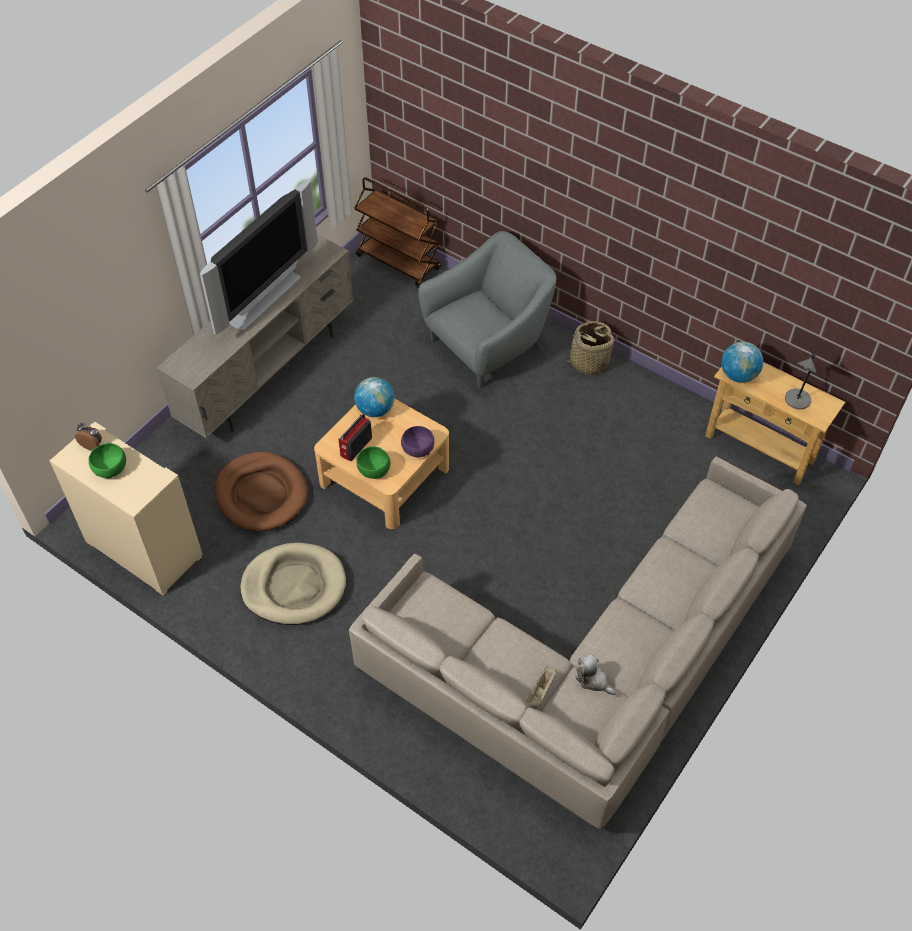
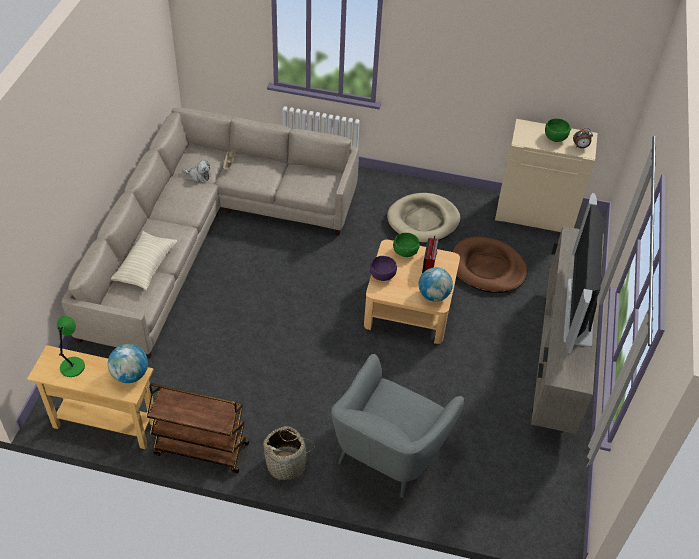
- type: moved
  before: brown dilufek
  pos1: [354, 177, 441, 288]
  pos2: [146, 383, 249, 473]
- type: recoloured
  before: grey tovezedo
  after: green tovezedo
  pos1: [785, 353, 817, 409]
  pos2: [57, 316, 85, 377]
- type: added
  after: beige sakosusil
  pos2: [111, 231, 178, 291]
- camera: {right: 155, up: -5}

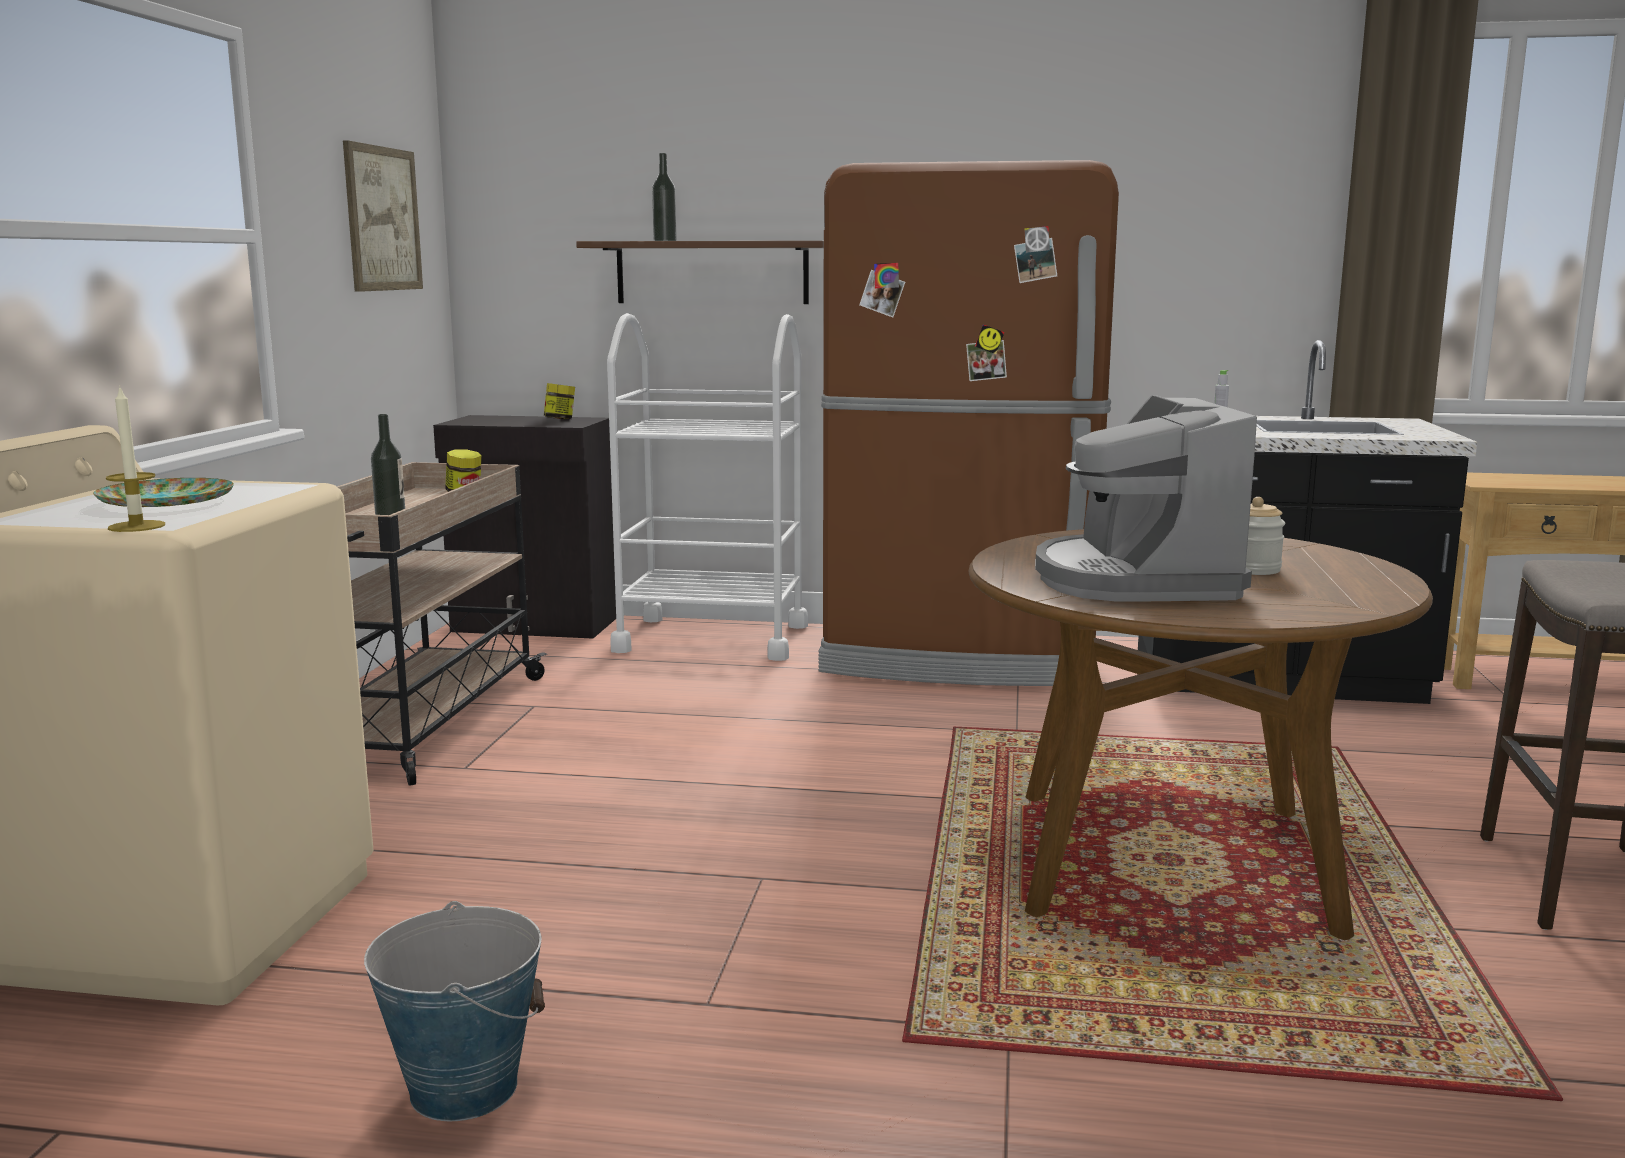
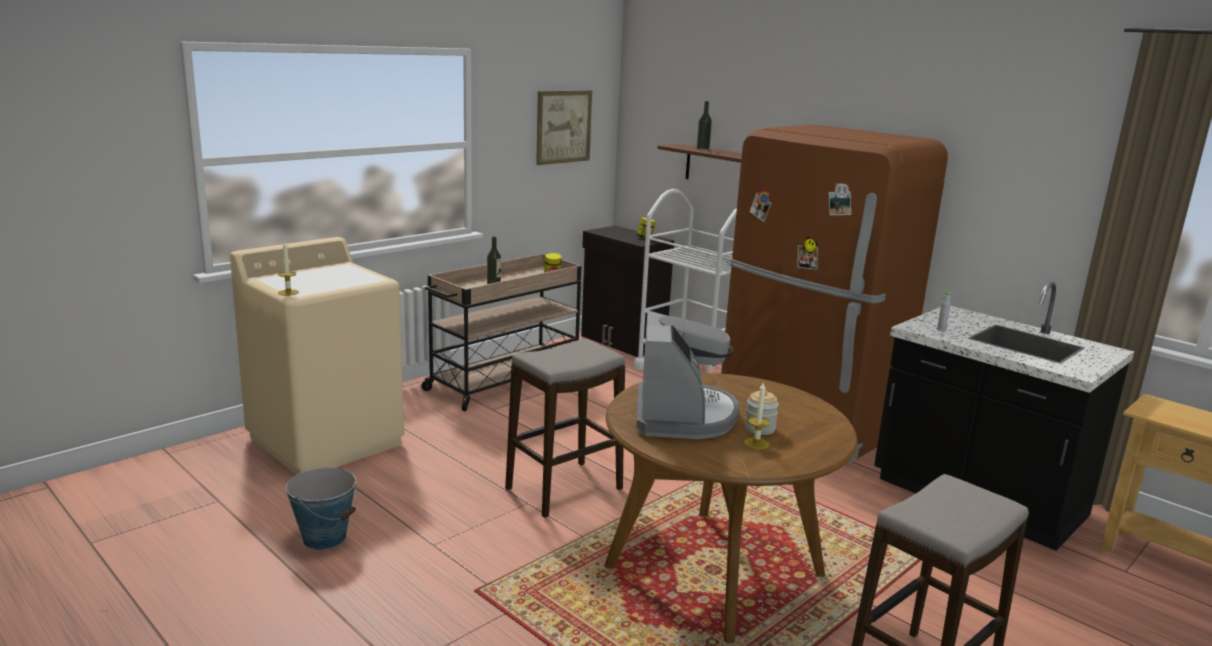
- type: removed
  before: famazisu
  pos1: [93, 478, 234, 507]
- type: turned
  before: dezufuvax
  pos1: [1035, 395, 1257, 602]
  pos2: [636, 310, 740, 439]
  turn: 150
- type: added
  after: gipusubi
  pos2: [505, 339, 625, 518]
- type: added
  after: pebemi
  pos2: [744, 381, 770, 449]
- camera: {right: 35, up: 5}

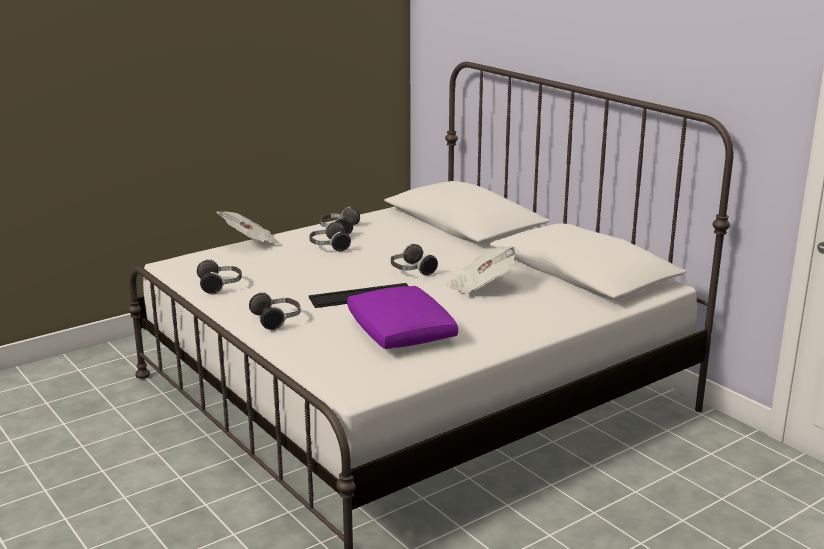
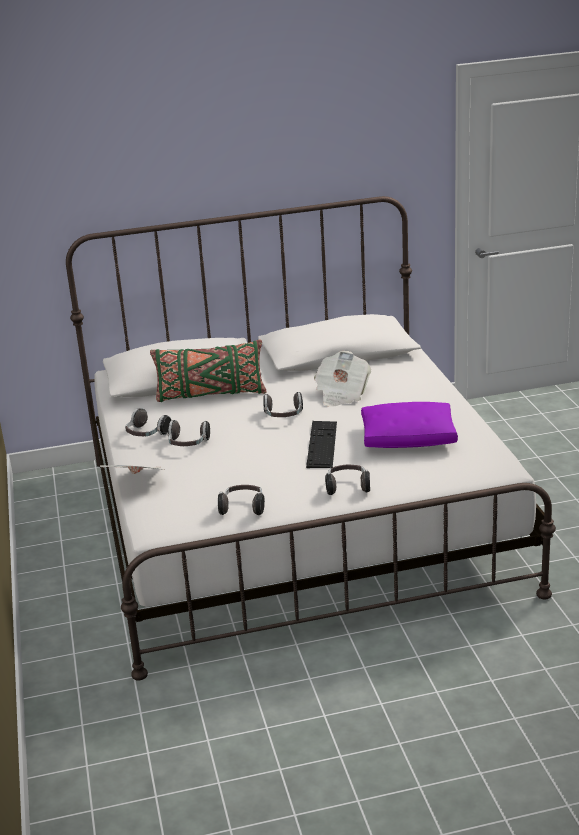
- type: added
  after: green sakosusil
  pos2: [150, 339, 267, 402]
- camera: {right: -65, up: 5}

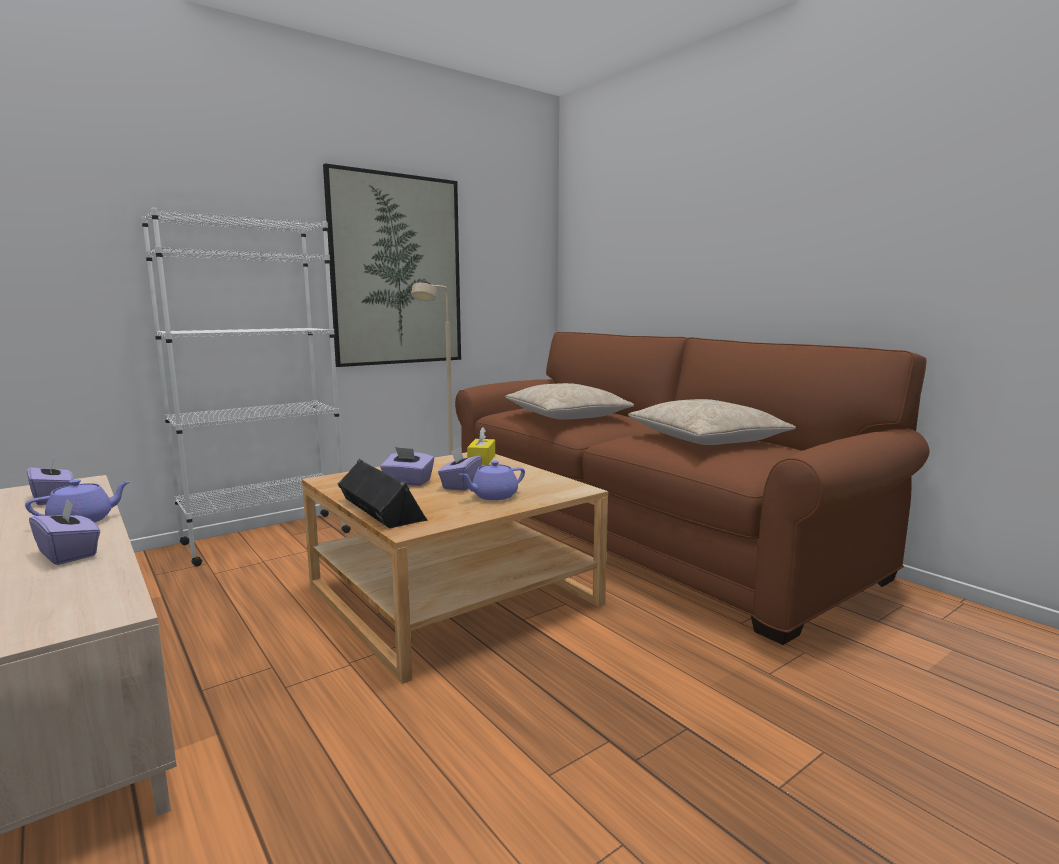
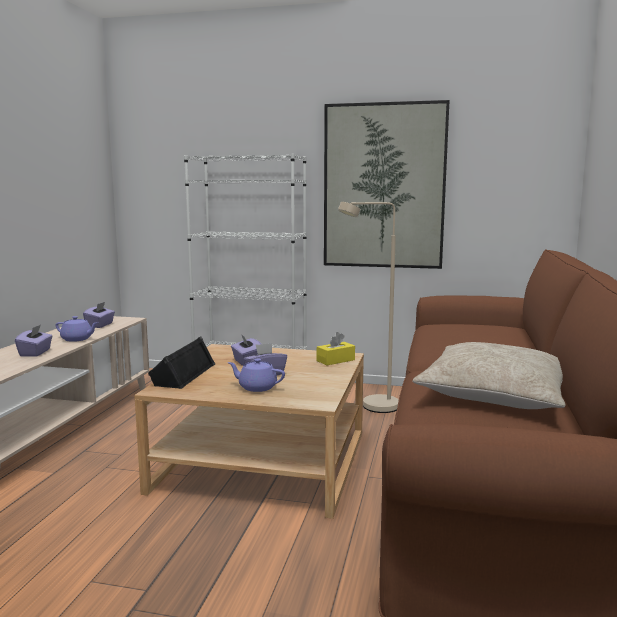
- type: removed
  before: beige sakosusil
  pos1: [505, 383, 634, 420]
- camera: {right: 50, up: 0}

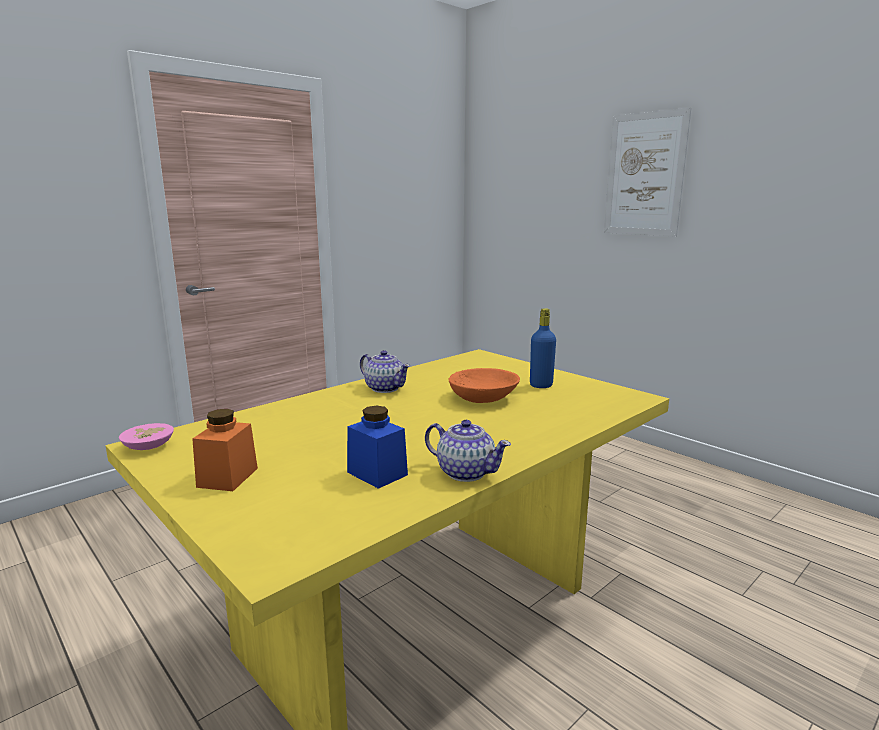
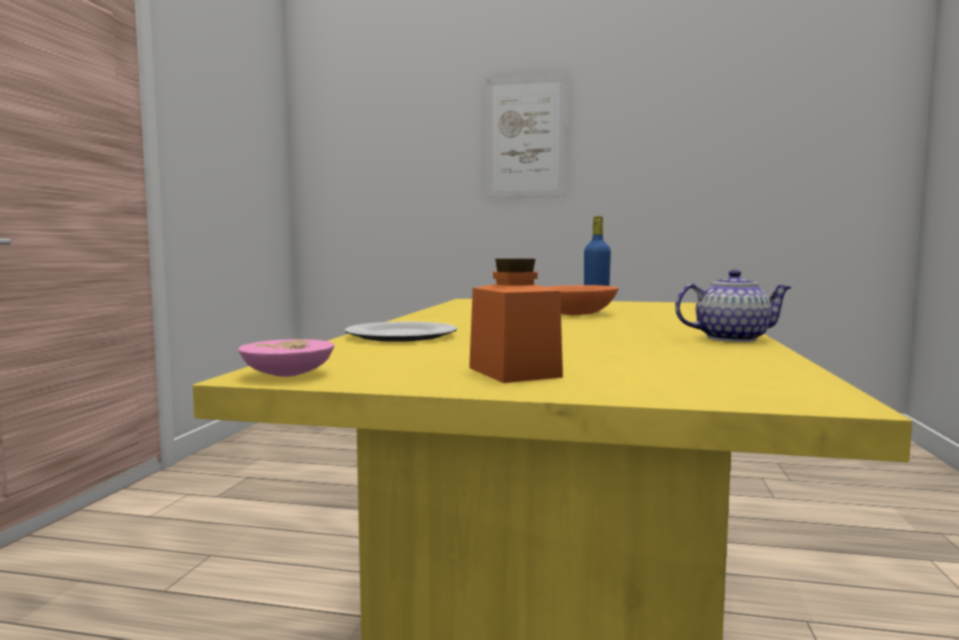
- type: removed
  before: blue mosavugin
  pos1: [347, 406, 408, 489]
- type: removed
  before: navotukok
  pos1: [360, 350, 410, 393]
- type: added
  after: famazisu
  pos2: [345, 322, 457, 342]
- camera: {right: -35, up: -10}

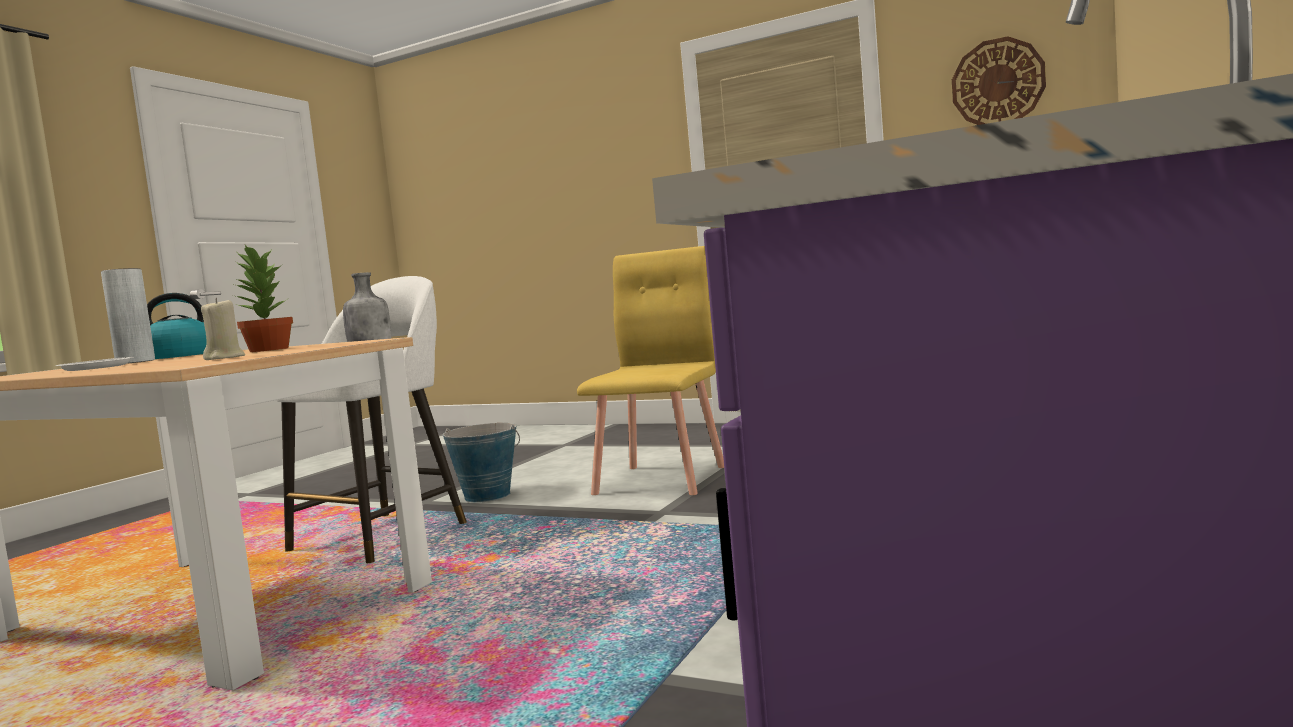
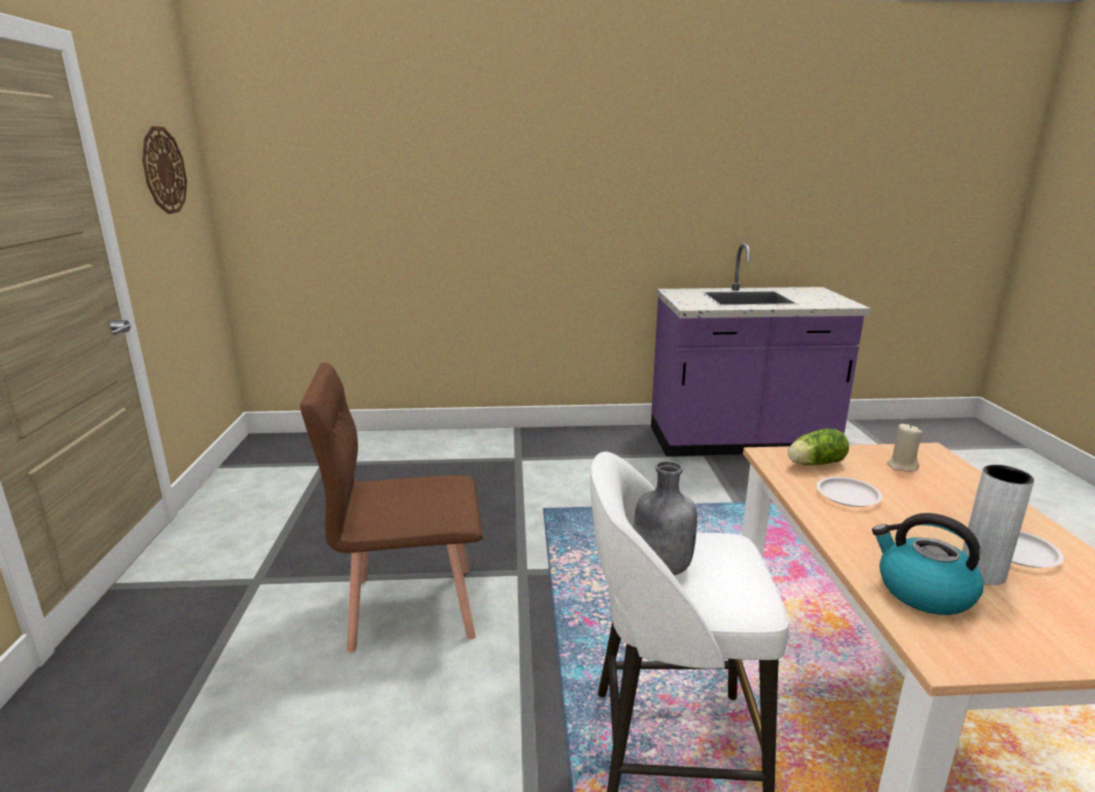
- type: replaced
  before: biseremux
  after: white famazisu
  pos1: [233, 245, 293, 352]
  pos2: [817, 477, 883, 507]
- type: removed
  before: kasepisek
  pos1: [443, 423, 520, 503]
- type: recoloured
  before: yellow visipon
  after: brown visipon
  pos1: [577, 246, 724, 495]
  pos2: [300, 363, 483, 653]
- type: added
  after: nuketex
  pos2: [788, 428, 849, 466]
- camera: {right: -120, up: 15}

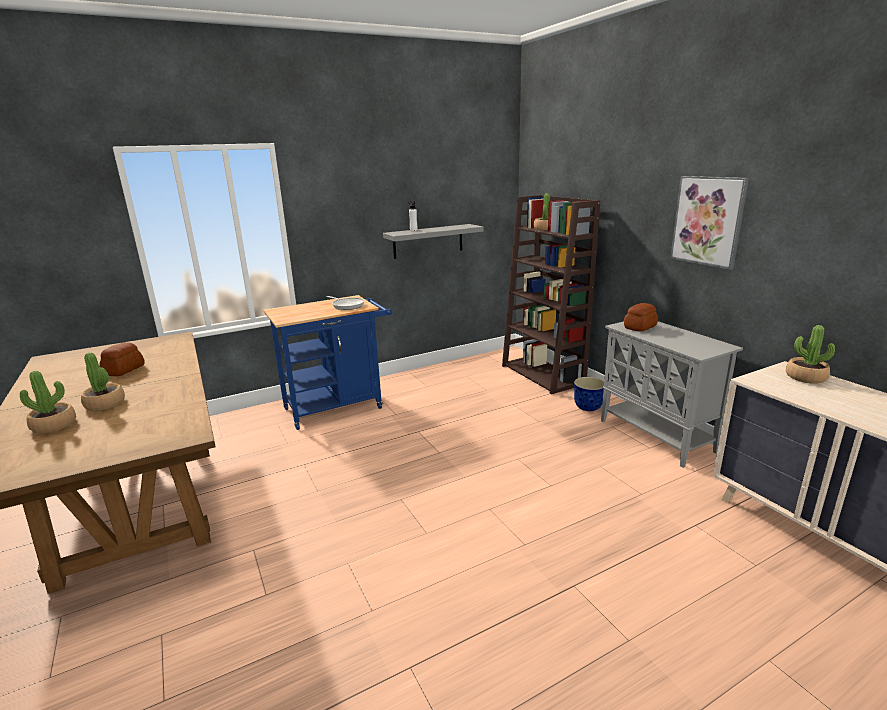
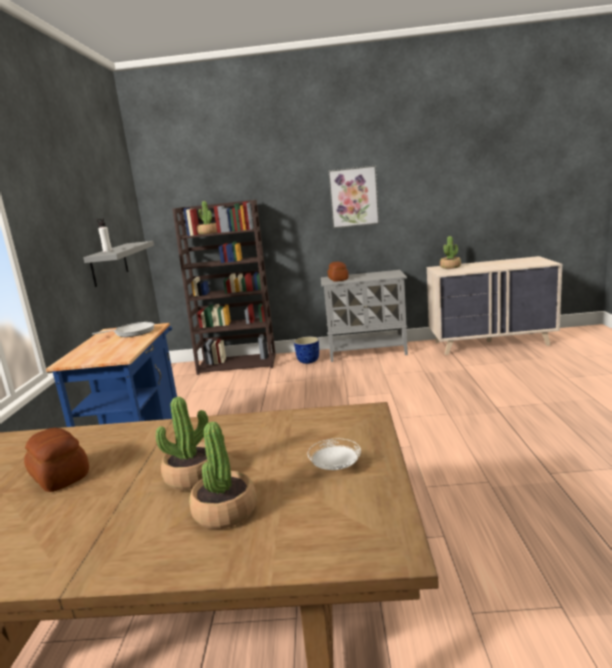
- type: added
  after: white famazisu
  pos2: [308, 438, 361, 470]
- camera: {right: -60, up: -5}

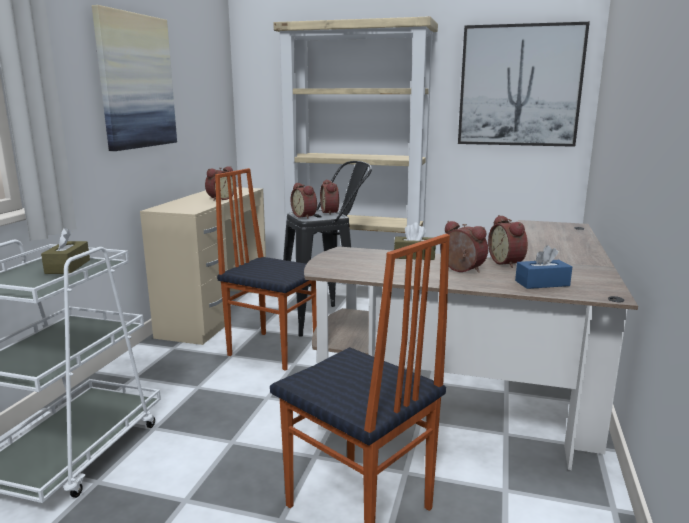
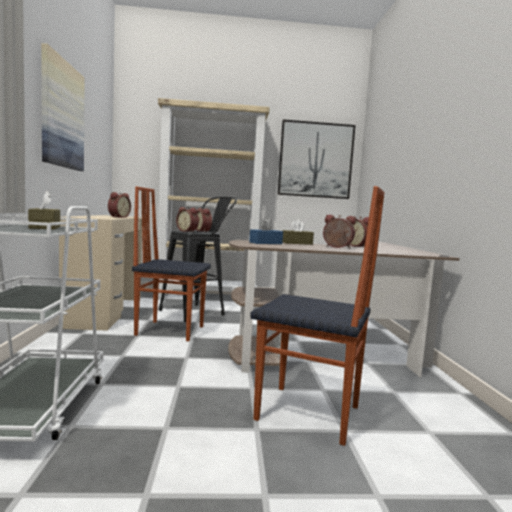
- type: moved
  before: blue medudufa
  pos1: [515, 245, 572, 289]
  pos2: [249, 218, 283, 244]
- camera: {right: -20, up: -10}

